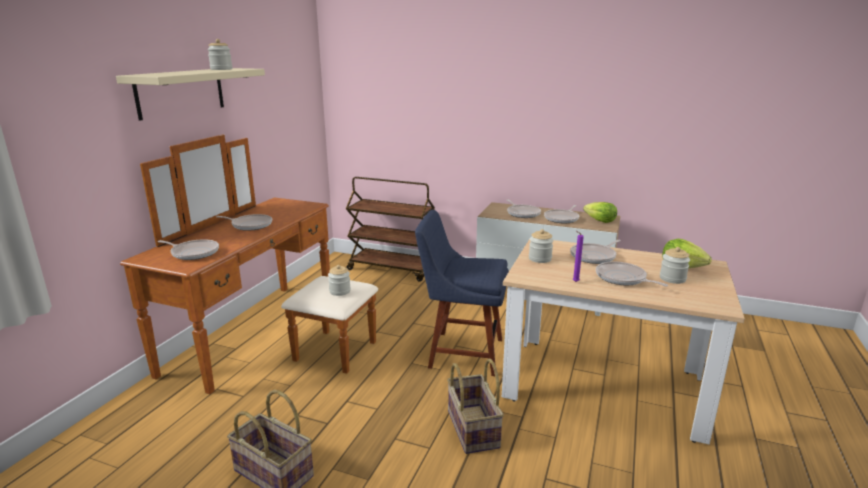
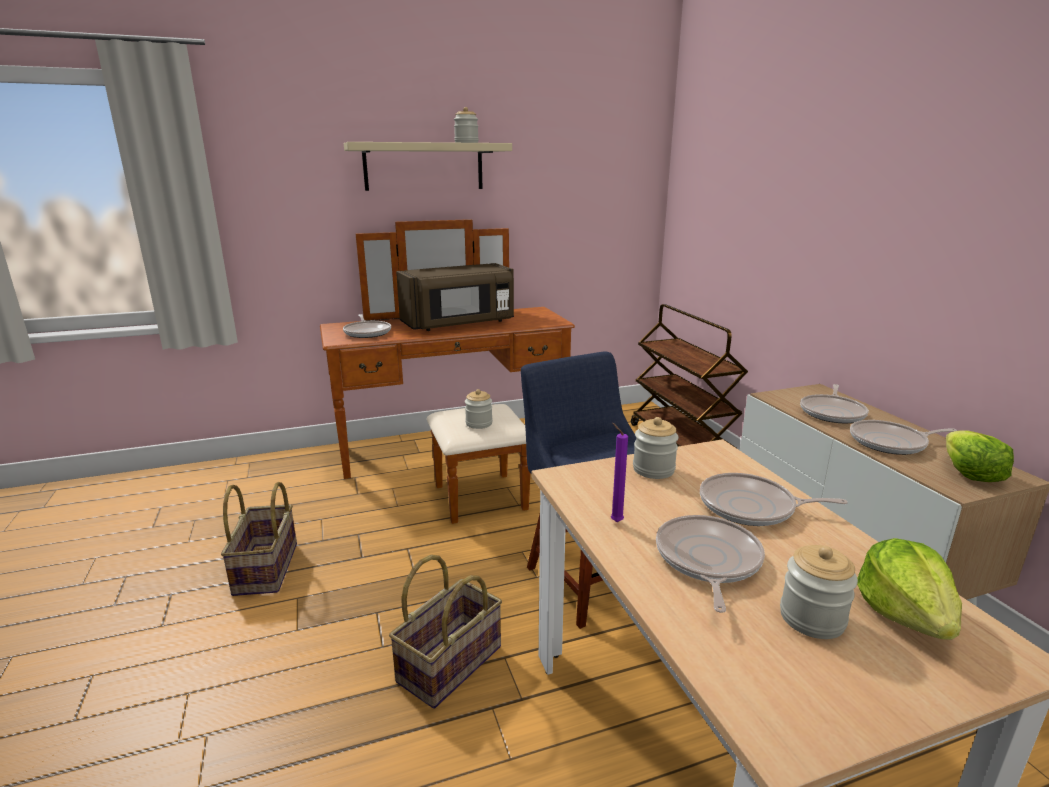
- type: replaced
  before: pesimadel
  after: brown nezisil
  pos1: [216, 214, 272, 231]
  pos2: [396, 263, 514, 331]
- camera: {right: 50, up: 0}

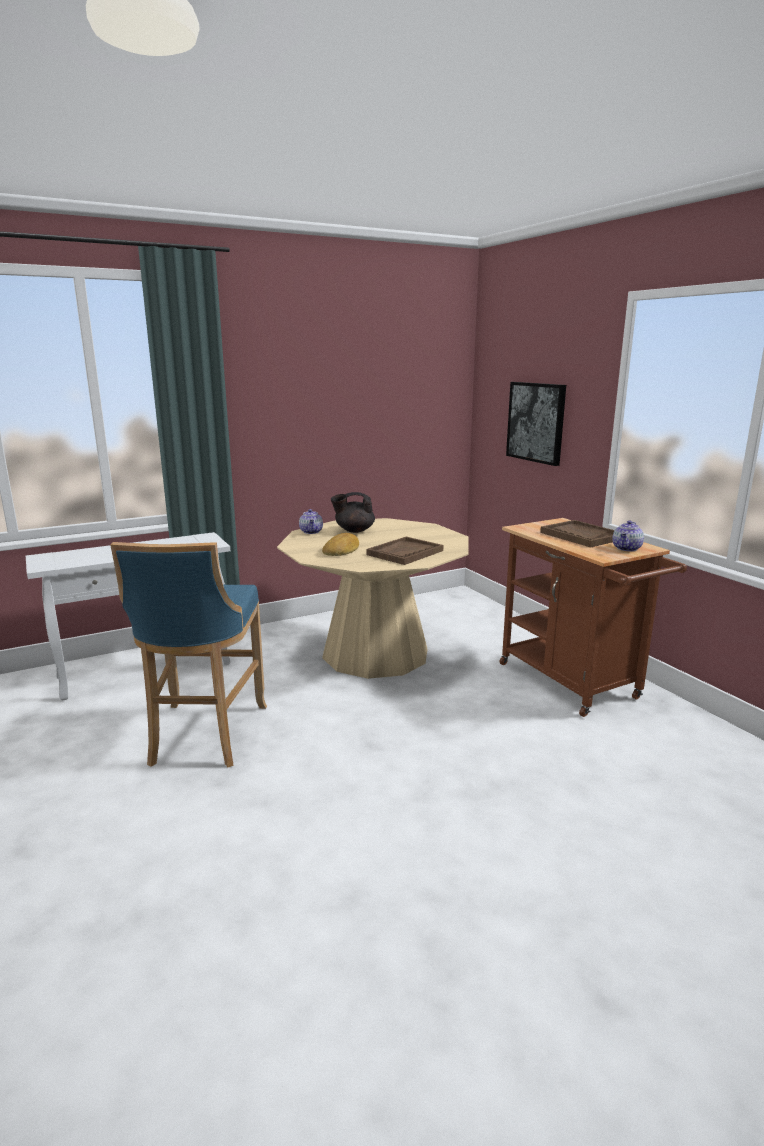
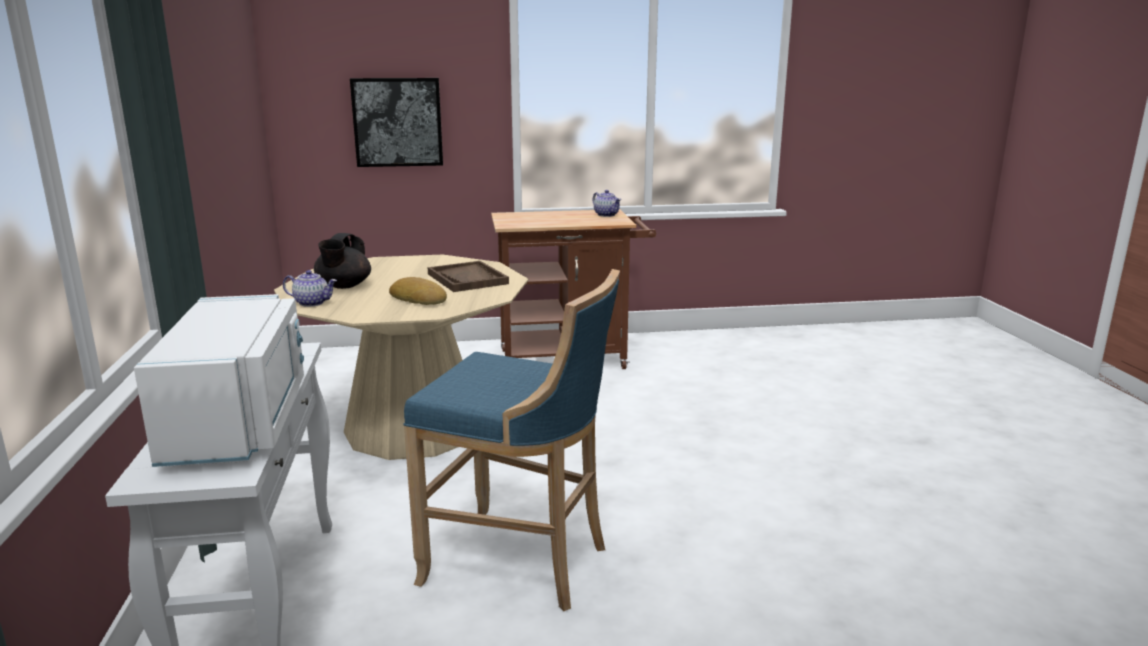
- type: removed
  before: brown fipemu
  pos1: [540, 520, 614, 547]
- type: added
  after: white nezisil
  pos2: [134, 294, 304, 467]
- camera: {right: -70, up: 0}

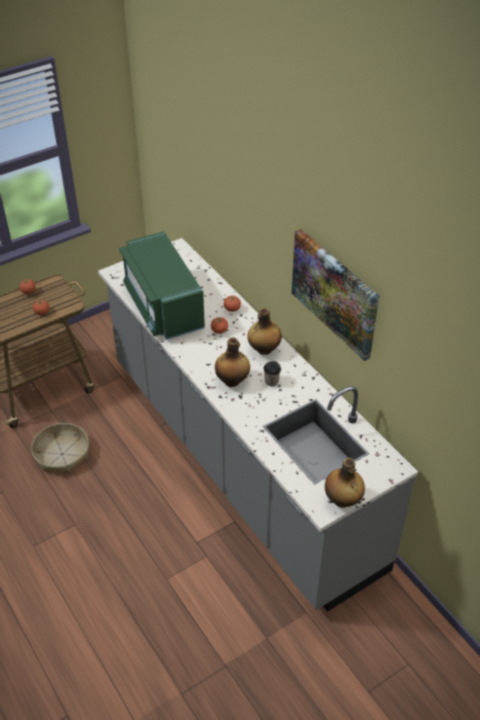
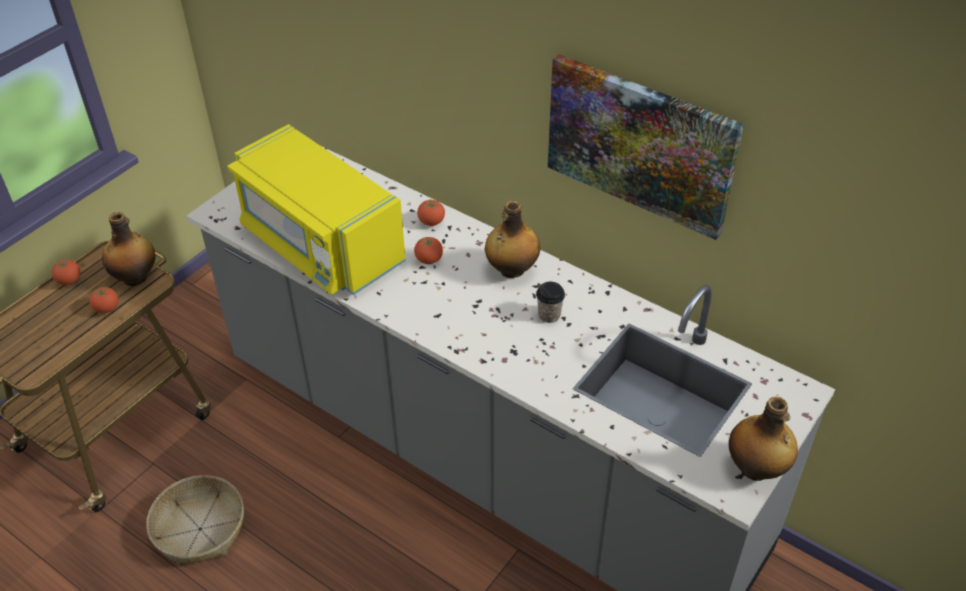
- type: recoloured
  before: green nezisil
  after: yellow nezisil
  pos1: [119, 231, 205, 340]
  pos2: [227, 124, 406, 295]
- type: moved
  before: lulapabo
  pos1: [215, 338, 250, 387]
  pos2: [102, 212, 155, 286]
- camera: {right: -20, up: 0}

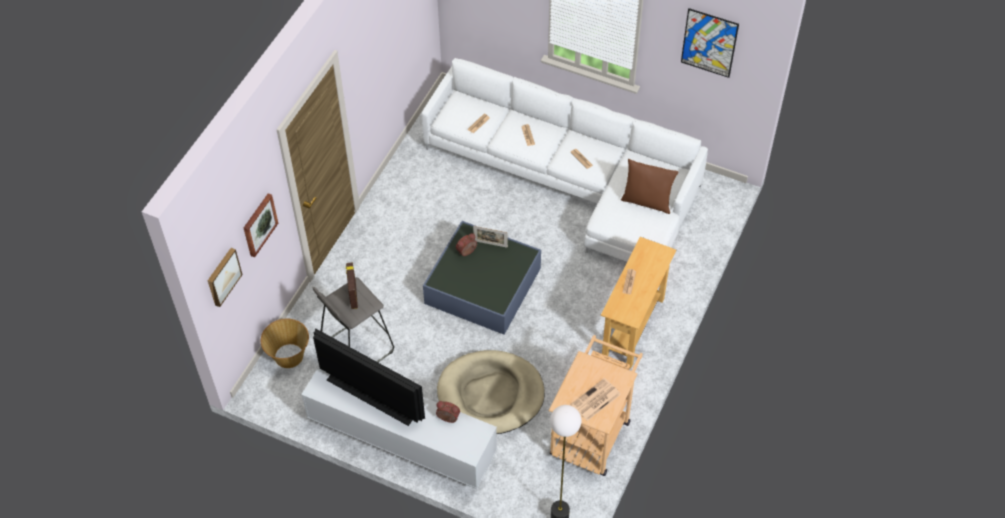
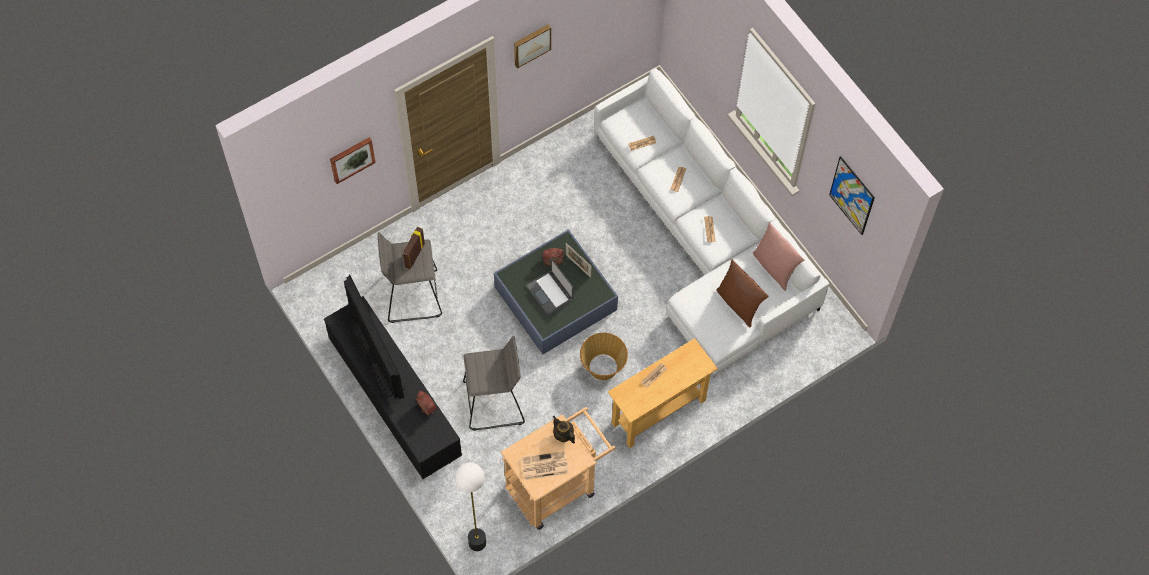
- type: moved
  before: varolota
  pos1: [208, 248, 243, 307]
  pos2: [514, 24, 551, 69]
- type: moved
  before: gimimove
  pos1: [261, 319, 309, 368]
  pos2: [580, 333, 628, 380]
- type: recoloured
  before: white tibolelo
  after: black tibolelo
  pos1: [301, 367, 497, 489]
  pos2: [324, 296, 462, 479]
- type: replaced
  before: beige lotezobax
  after: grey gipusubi
  pos1: [437, 350, 545, 434]
  pos2: [463, 336, 525, 431]
- type: added
  after: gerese
  pos2: [526, 258, 573, 315]
- type: added
  after: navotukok
  pos2: [553, 416, 575, 443]
- type: added
  after: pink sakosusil
  pos2: [753, 222, 805, 291]
- camera: {right: 30, up: 10}

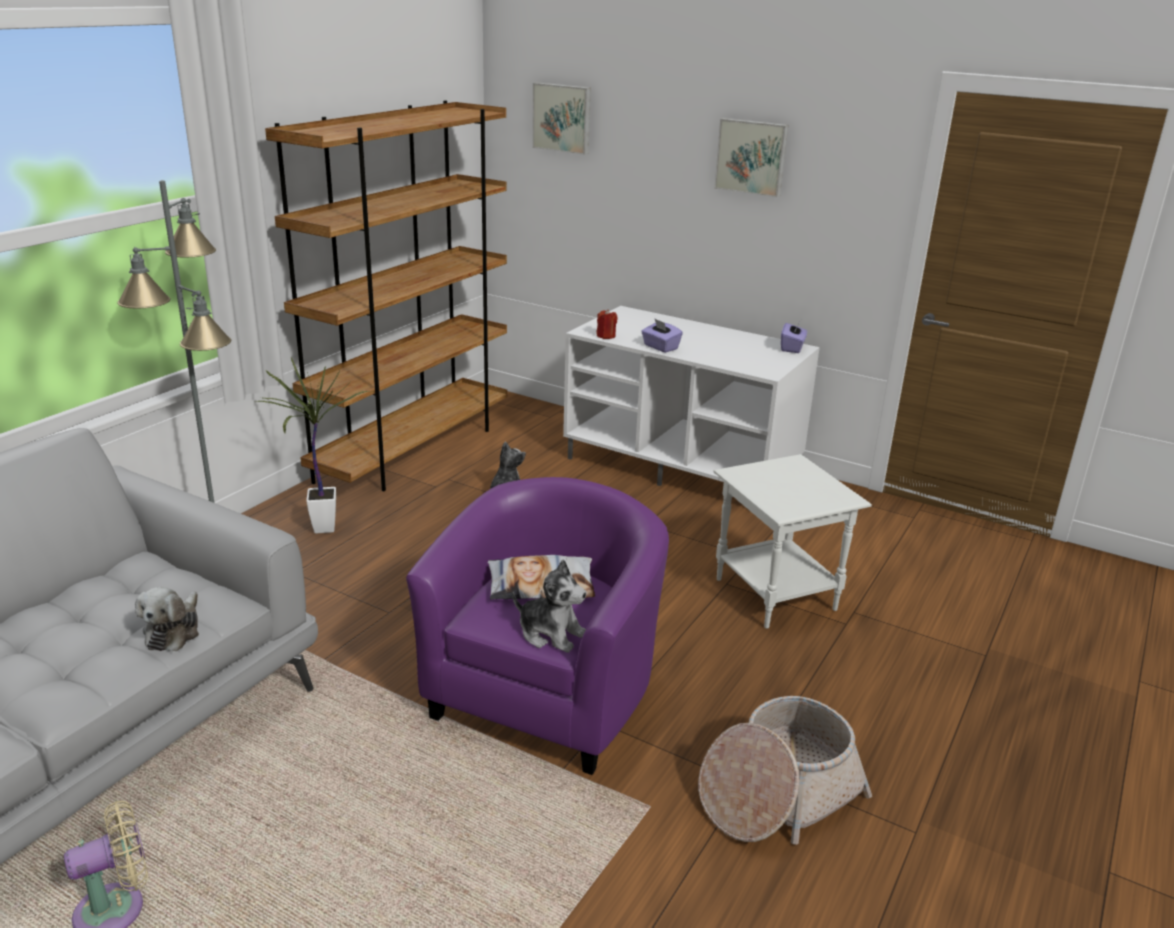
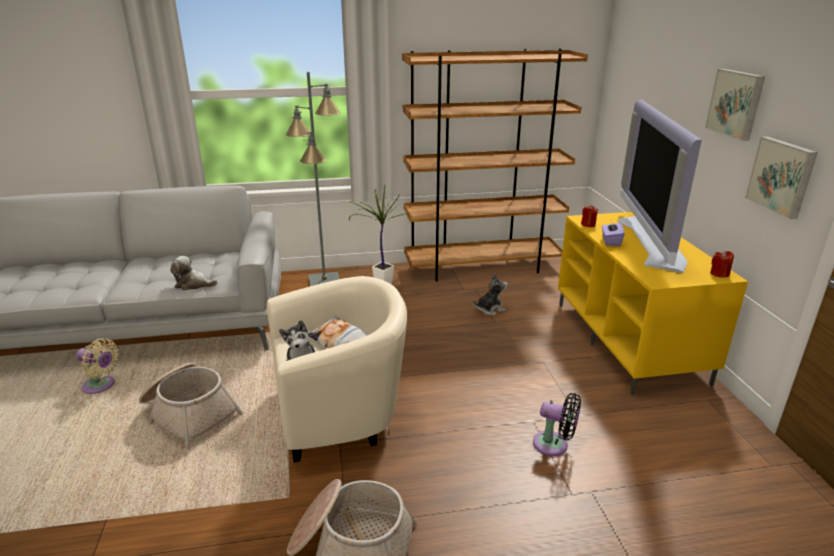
- type: turned
  before: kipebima
  pos1: [135, 587, 199, 651]
  pos2: [170, 256, 217, 291]
  turn: 45
- type: recoloured
  before: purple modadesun
  after: beige modadesun
  pos1: [406, 477, 669, 775]
  pos2: [267, 276, 407, 462]
- type: moved
  before: varolota
  pos1: [532, 82, 591, 155]
  pos2: [745, 136, 818, 219]
- type: recoloured
  before: white tibolelo
  after: yellow tibolelo
  pos1: [563, 306, 820, 486]
  pos2: [558, 212, 748, 395]
- type: replaced
  before: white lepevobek
  after: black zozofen
  pos1: [714, 454, 872, 629]
  pos2: [533, 393, 581, 456]
- type: replaced
  before: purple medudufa
  after: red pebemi
  pos1: [781, 320, 807, 353]
  pos2: [710, 251, 734, 278]
- type: added
  after: gimimove
  pos2: [139, 362, 243, 450]
- type: added
  after: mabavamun
  pos2: [617, 100, 702, 273]
- camera: {right: 50, up: 0}

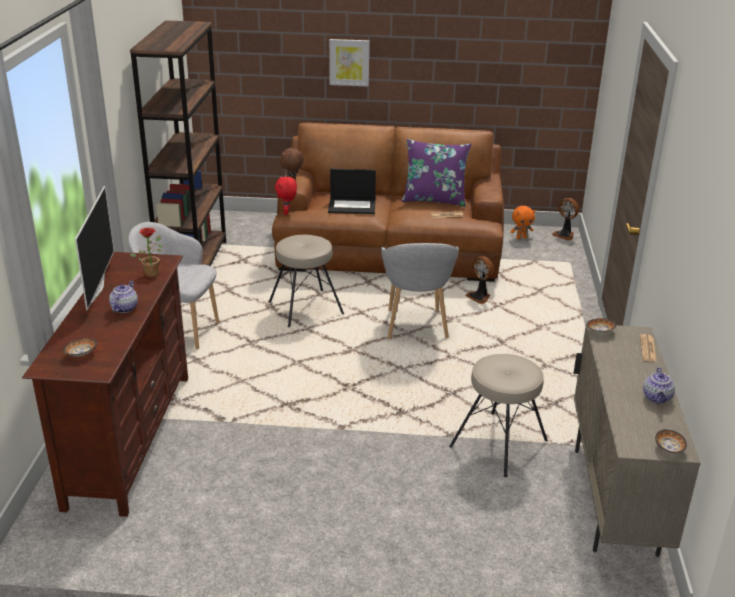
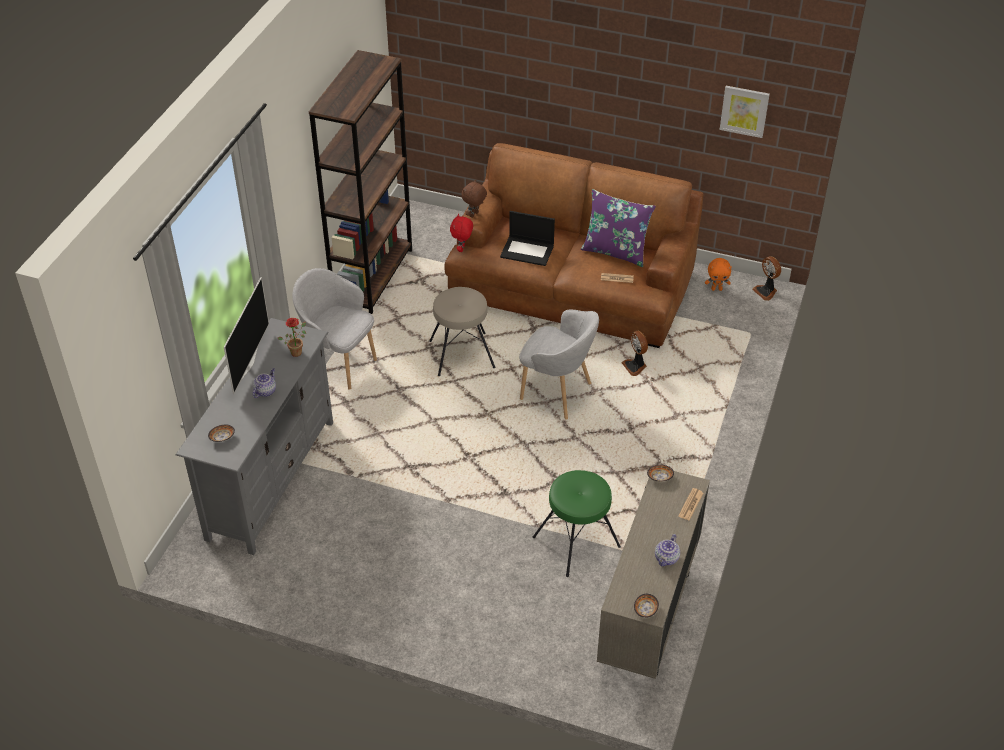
- type: recoloured
  before: brown tibolelo
  after: grey tibolelo
  pos1: [22, 252, 188, 517]
  pos2: [175, 318, 333, 555]
- type: moved
  before: varolota
  pos1: [329, 39, 369, 87]
  pos2: [720, 86, 770, 138]
- type: turned
  before: grey modadesun
  pos1: [381, 243, 459, 339]
  pos2: [519, 310, 599, 420]
  turn: -75
- type: recoloured
  before: beige gipusubi
  after: green gipusubi
  pos1: [449, 354, 548, 477]
  pos2: [533, 470, 621, 577]
- camera: {right: 15, up: 15}

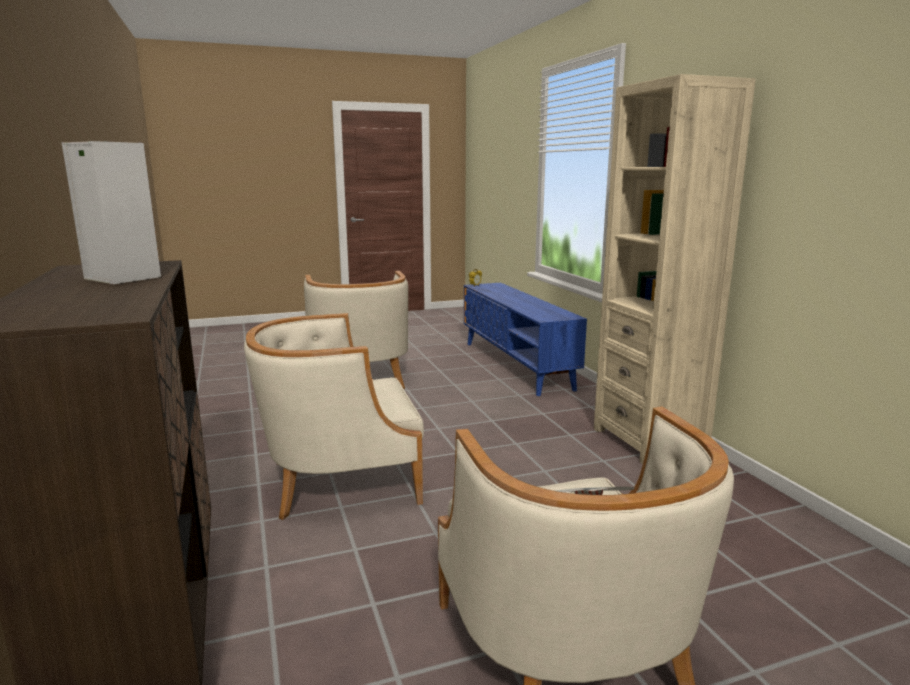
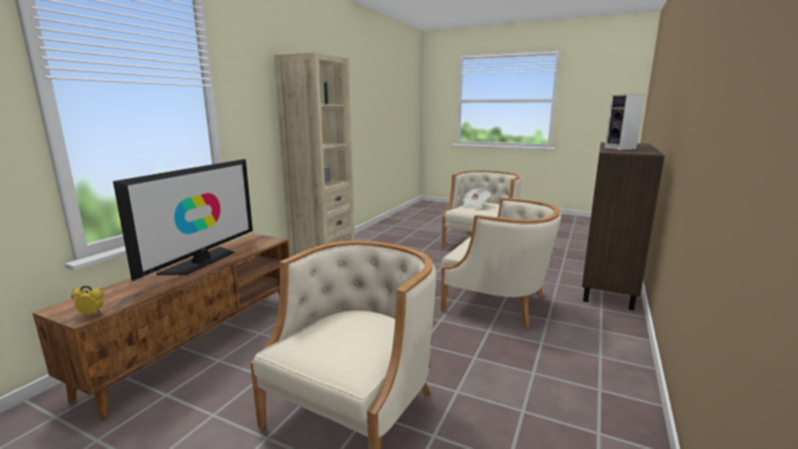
- type: recoloured
  before: blue tibolelo
  after: brown tibolelo
  pos1: [464, 283, 587, 396]
  pos2: [33, 234, 290, 420]
- type: added
  after: mabavamun
  pos2: [113, 159, 253, 281]
- camera: {right: -135, up: 0}

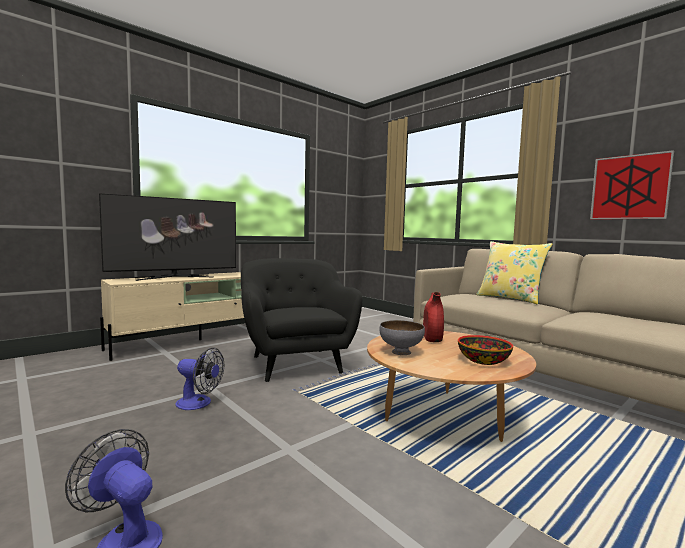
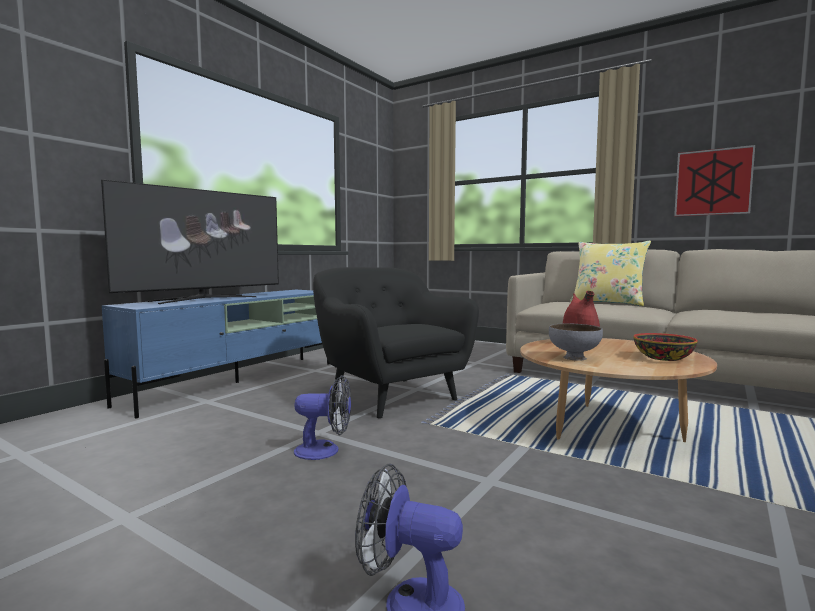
- type: recoloured
  before: beige tibolelo
  after: blue tibolelo
  pos1: [100, 272, 244, 361]
  pos2: [102, 290, 330, 418]
- camera: {right: -15, up: 0}

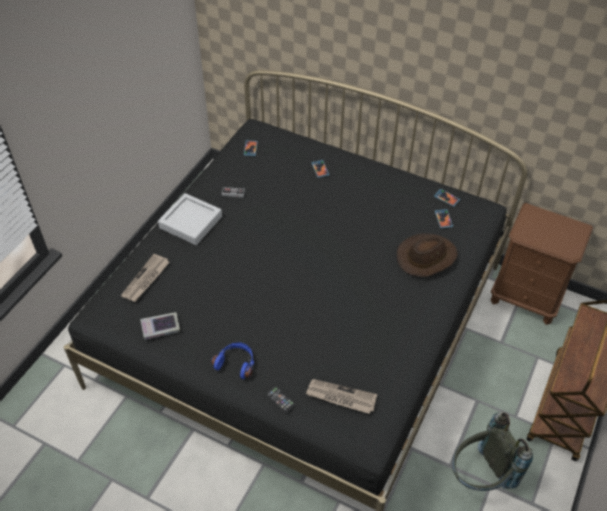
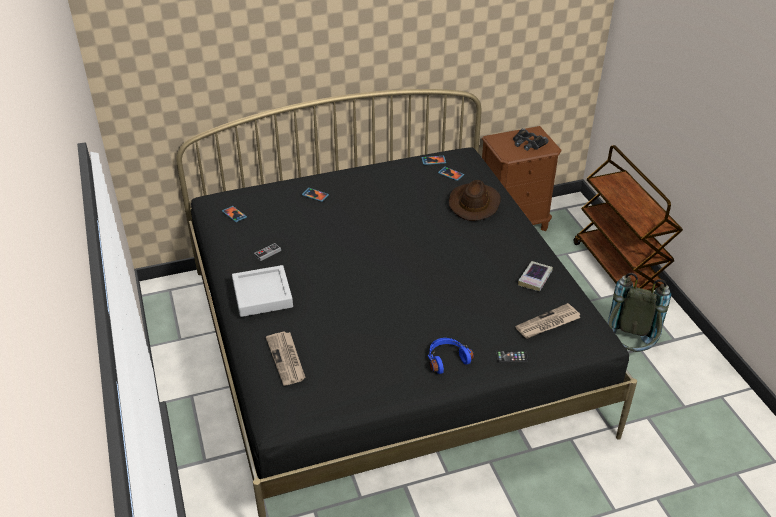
- type: moved
  before: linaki
  pos1: [140, 312, 180, 340]
  pos2: [518, 261, 553, 291]
- type: added
  after: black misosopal
  pos2: [513, 128, 548, 151]
- camera: {right: -45, up: -10}

